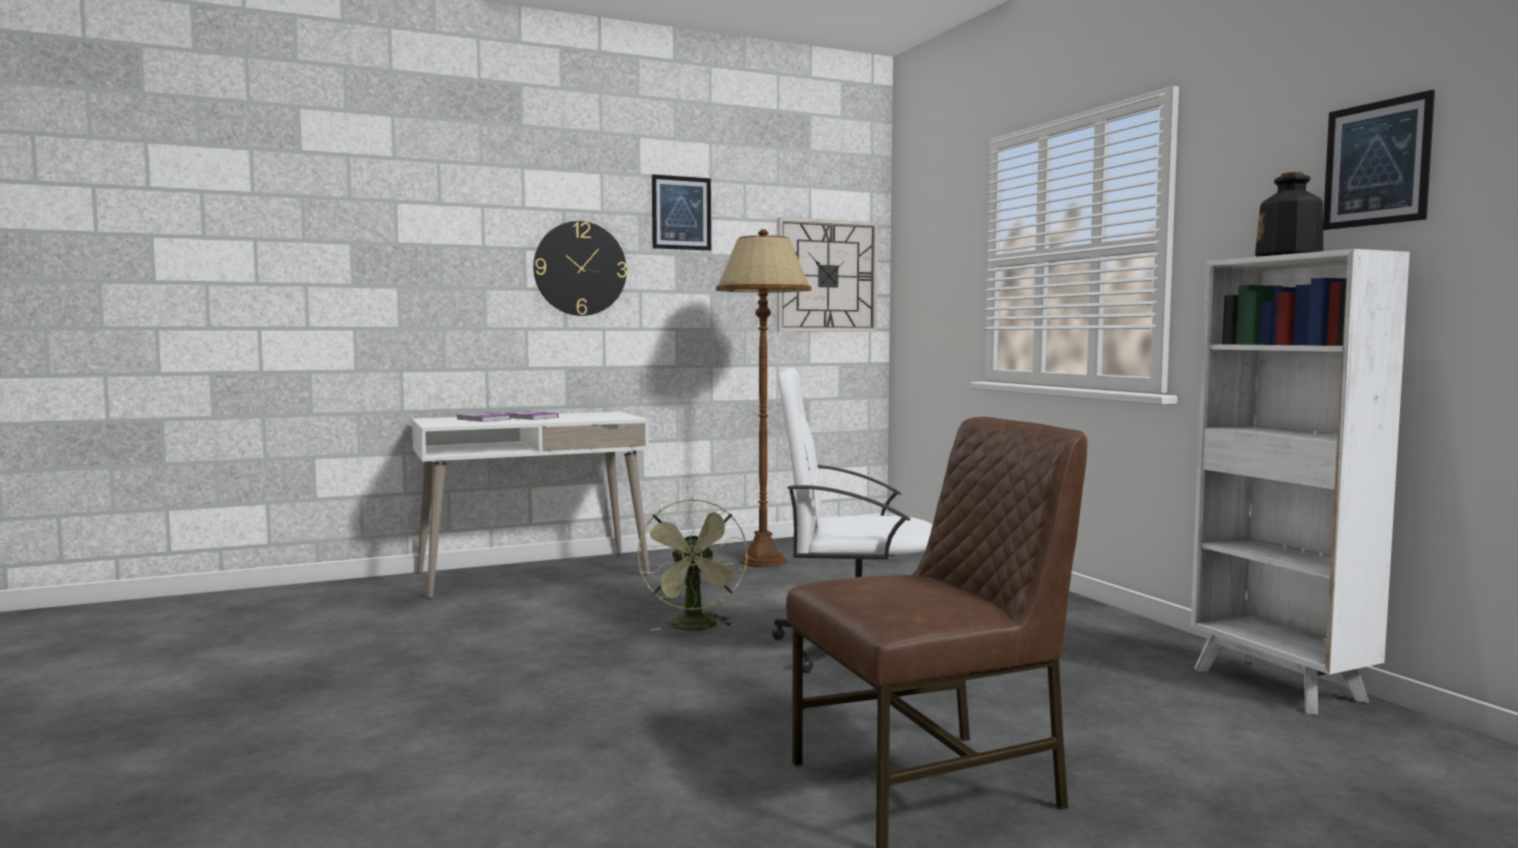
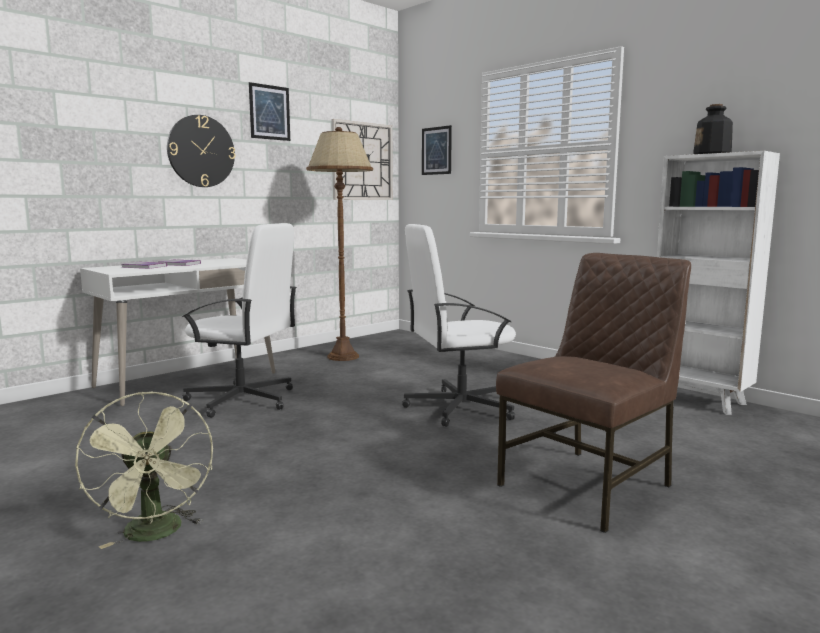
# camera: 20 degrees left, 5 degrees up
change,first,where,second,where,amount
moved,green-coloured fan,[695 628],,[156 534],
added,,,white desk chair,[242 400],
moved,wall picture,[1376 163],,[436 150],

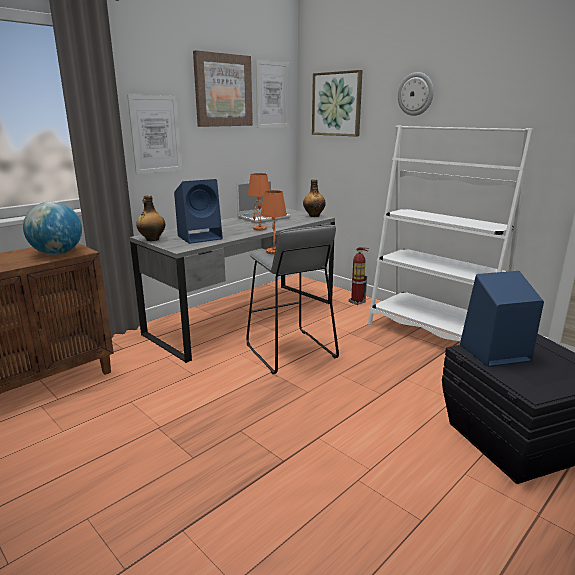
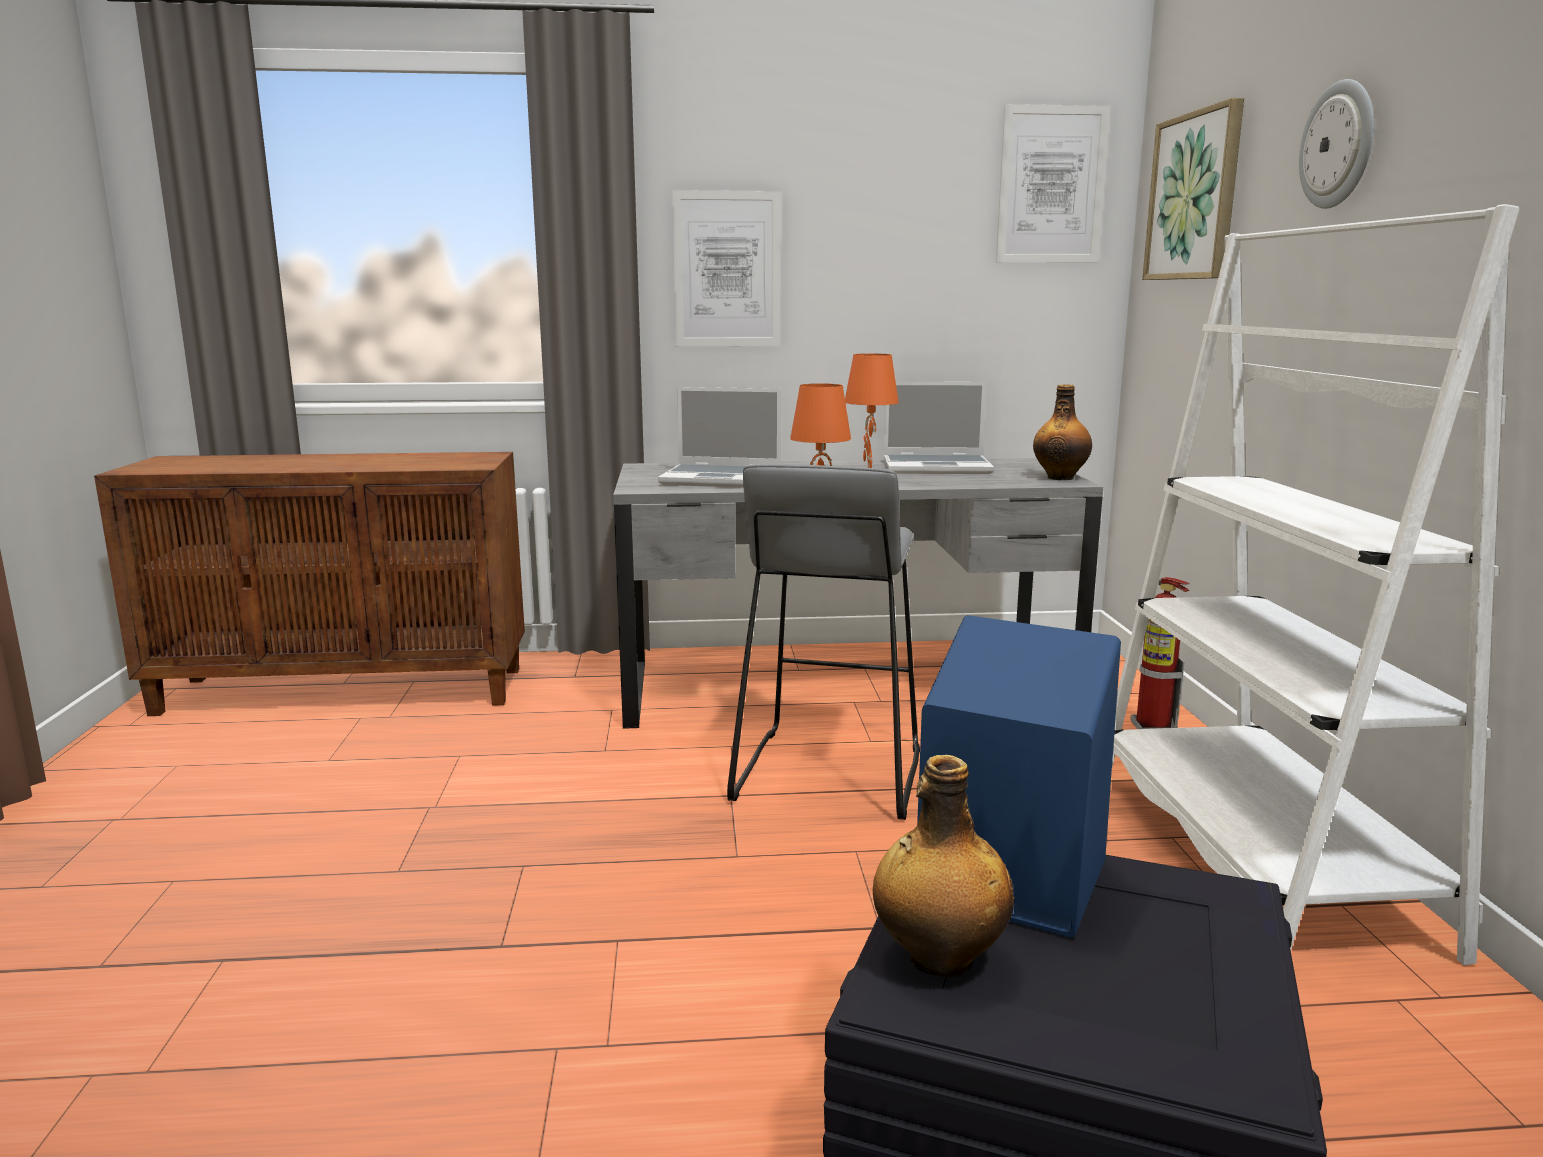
# camera: 40 degrees right, 5 degrees down
change,first,where,second,where,amount
replaced,blue-coloured audio speaker,[201 237],notebook computer,[723 479],
moved,drink bottle,[152 239],,[938 959],
removed,globe,[57 253],,,
removed,wall picture,[223 90],,,

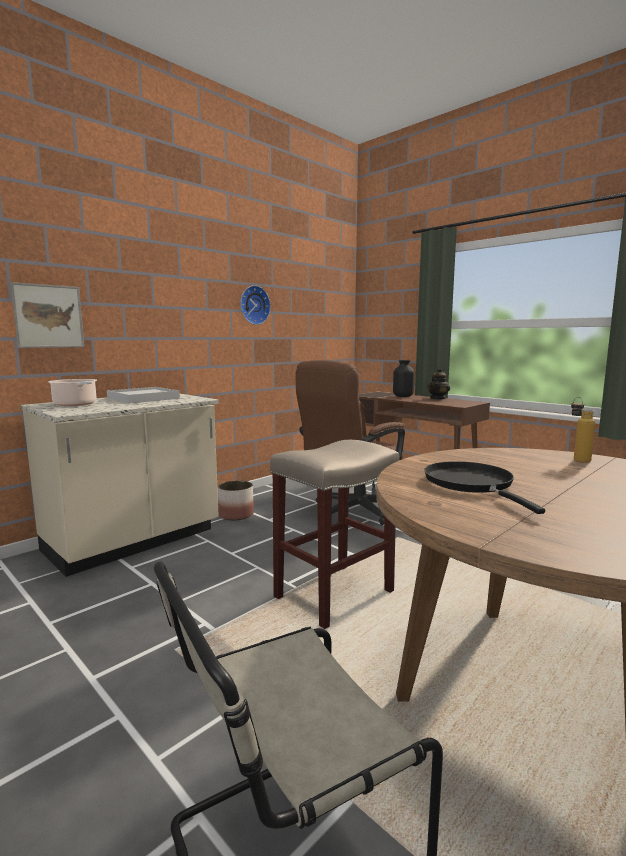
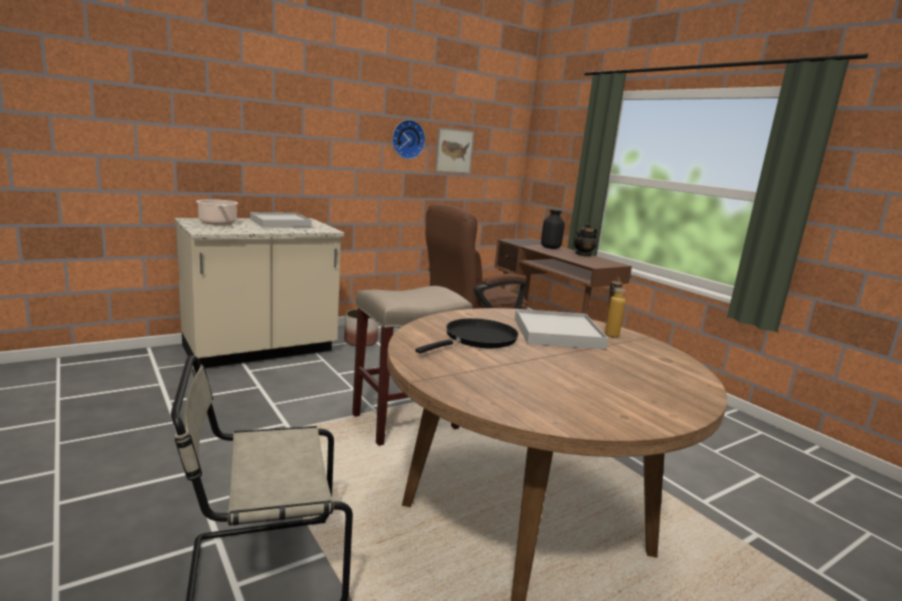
# camera: 10 degrees right, 5 degrees up
change,first,where,second,where,amount
turned,black pan,[472 484],,[477 339],45 degrees clockwise
moved,wall picture,[48 316],,[454 151],
added,,,white carrying tray,[557 333],

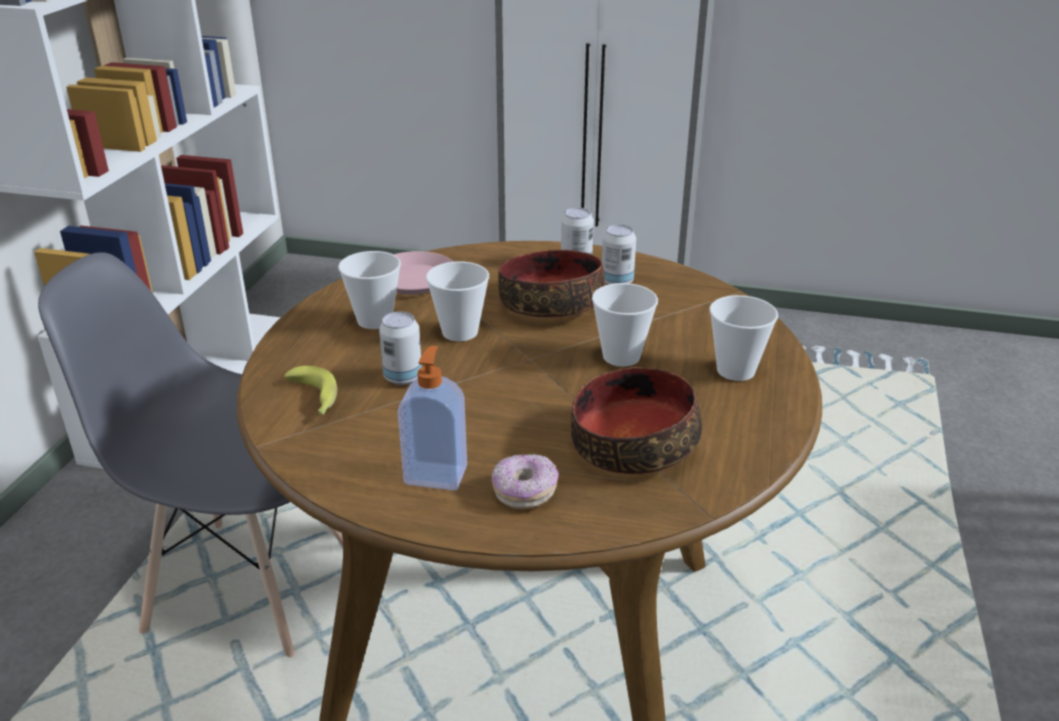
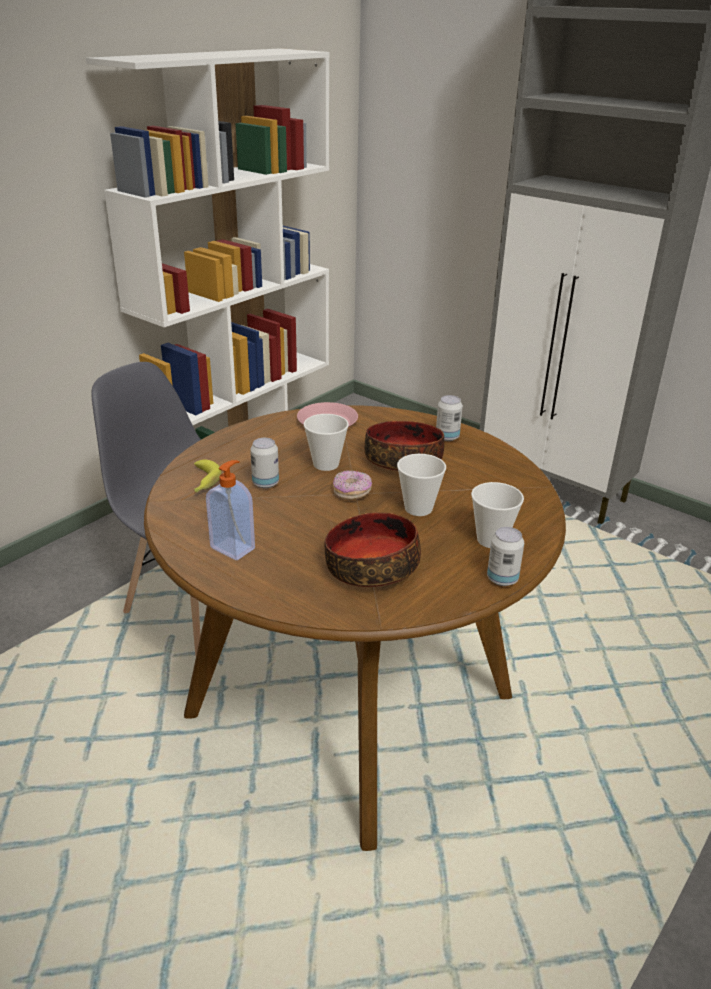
# camera: 25 degrees right, 0 degrees up
change,first,where,second,where,amount
moved,ring doughnut,[524 492],,[352 493],
moved,metal can,[617 282],,[502 579],
removed,small cup,[375 320],,,

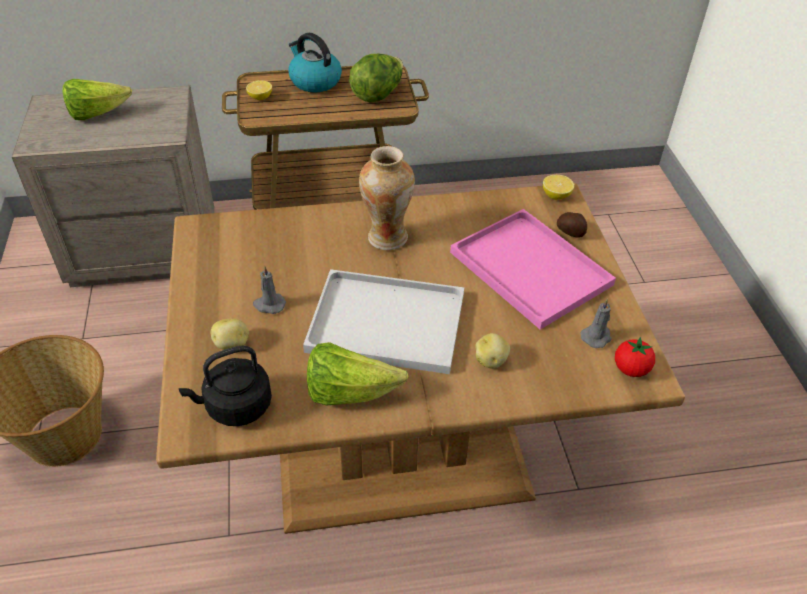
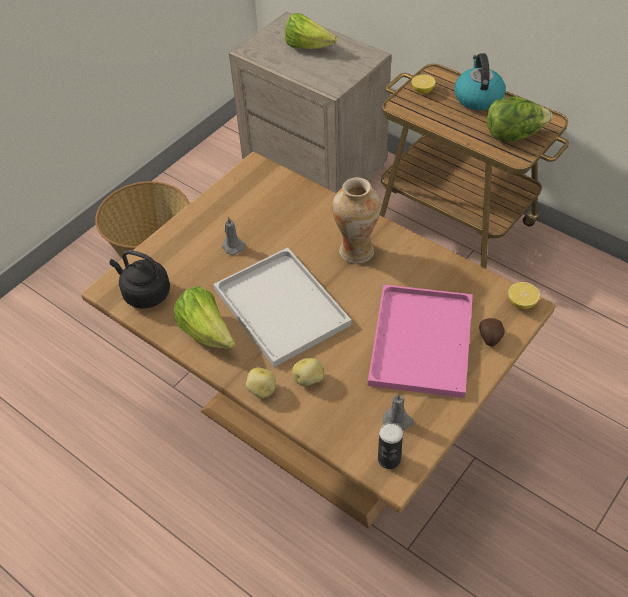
# camera: 50 degrees right, 5 degrees up
change,first,where,second,where,amount
moved,whole potato,[232 344],,[261 390],
replaced,whole tomato,[631 369],metal can,[389 459],

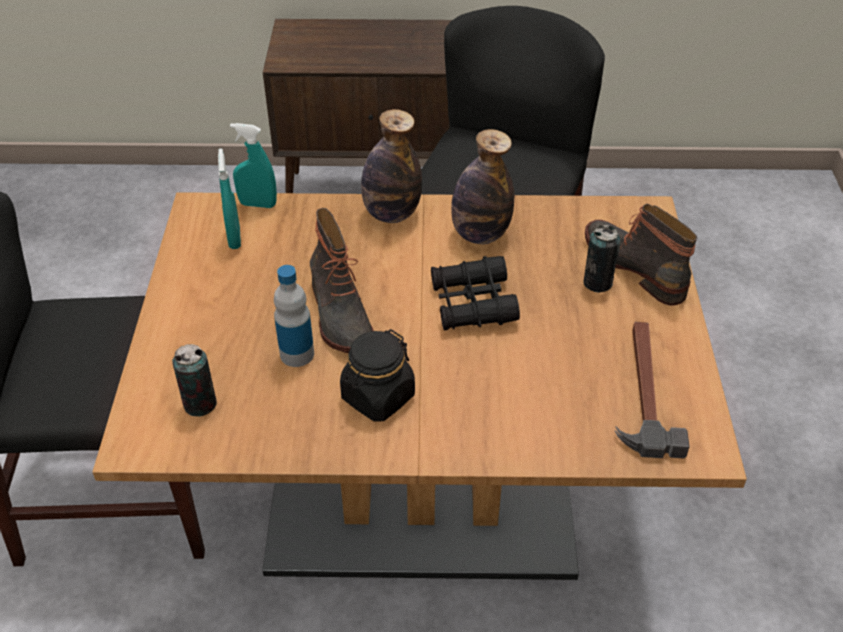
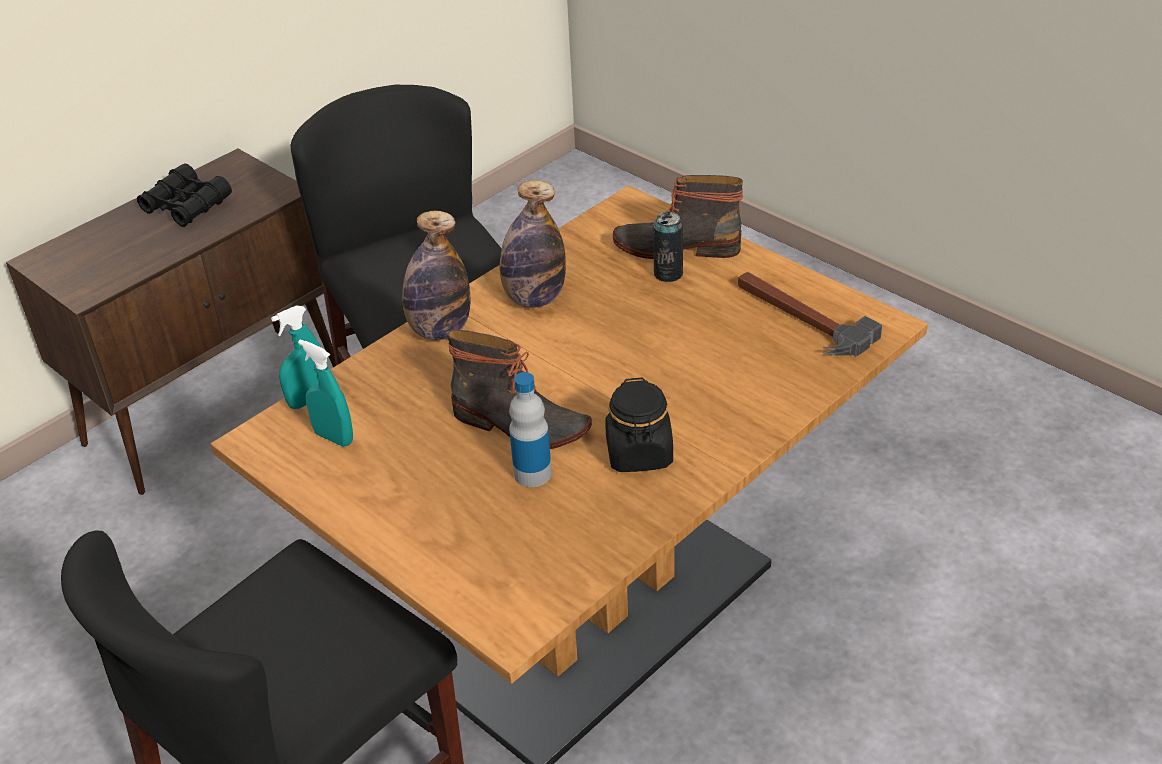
# camera: 45 degrees left, 5 degrees down
change,first,where,second,where,amount
moved,black pair of binoculars,[472 303],,[186 205],
removed,metal can,[200 404],,,

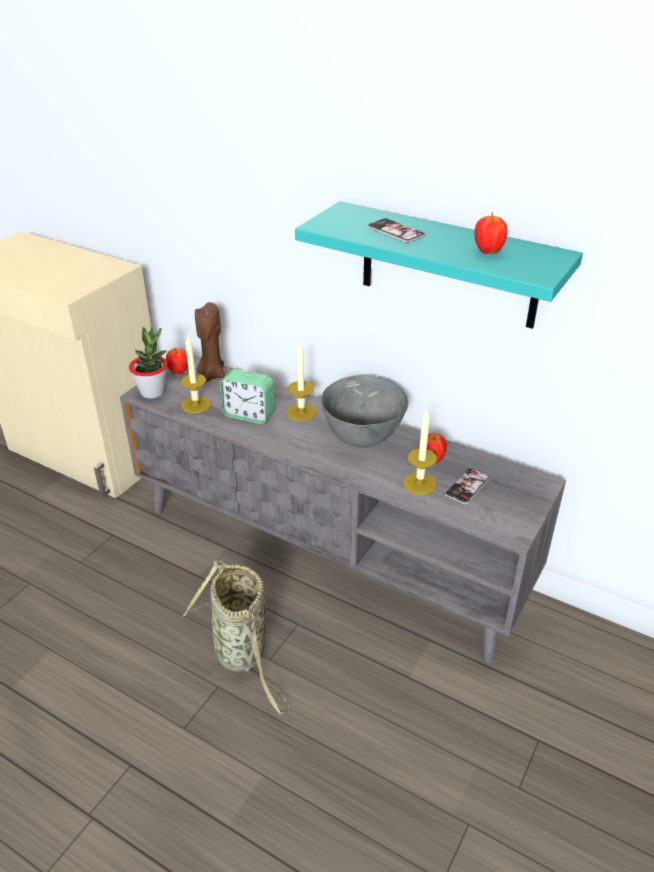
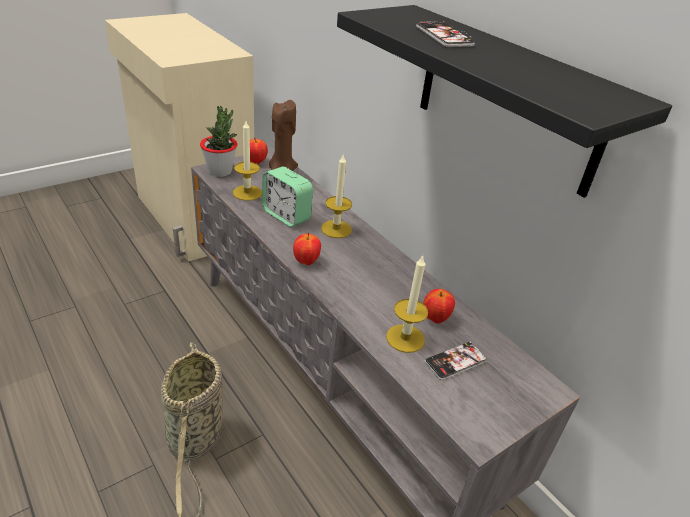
# camera: 20 degrees right, 0 degrees up
change,first,where,second,where,amount
moved,whole apple,[488 251],,[306 261],
recoloured,blue-green bracket shelf,[448 266],black bracket shelf,[507 98],
removed,gray bowl,[362 437],,,

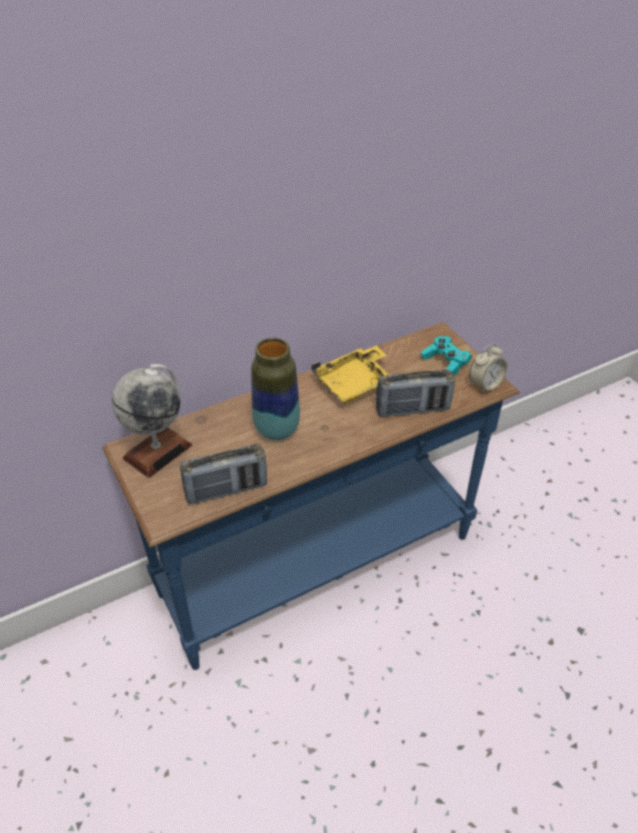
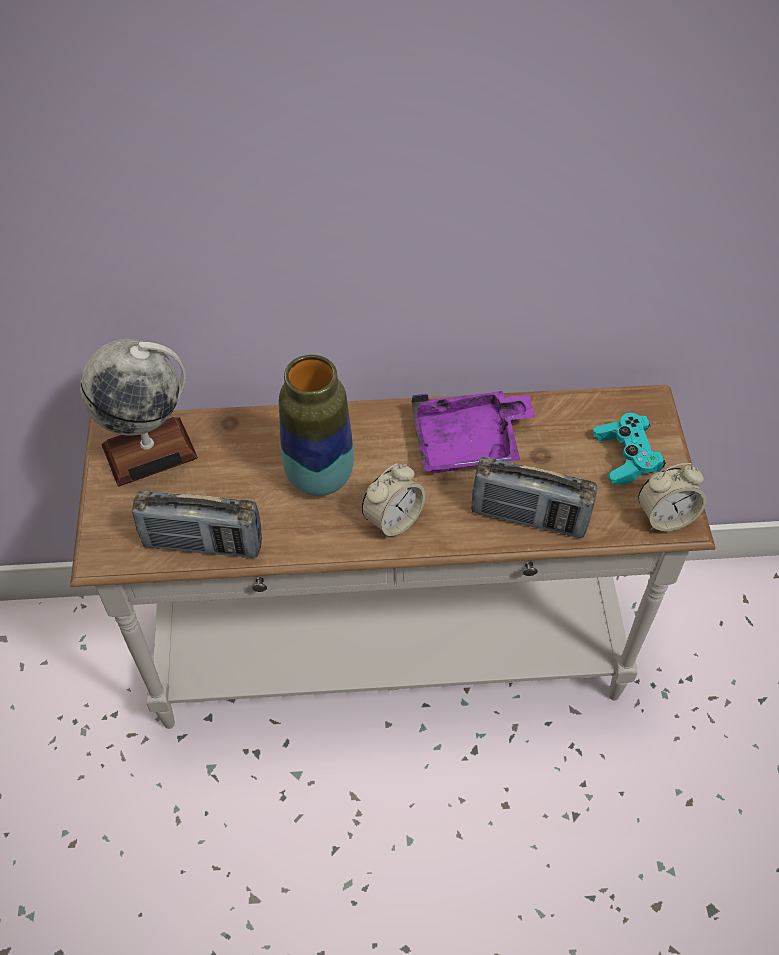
# camera: 25 degrees right, 10 degrees up
change,first,where,second,where,amount
recoloured,blue-coloured narrow table,[319 567],white narrow table,[389 657],
added,,,table clock,[393 520],
recoloured,yellowish carrying tray,[354 383],purple carrying tray,[469 443],

